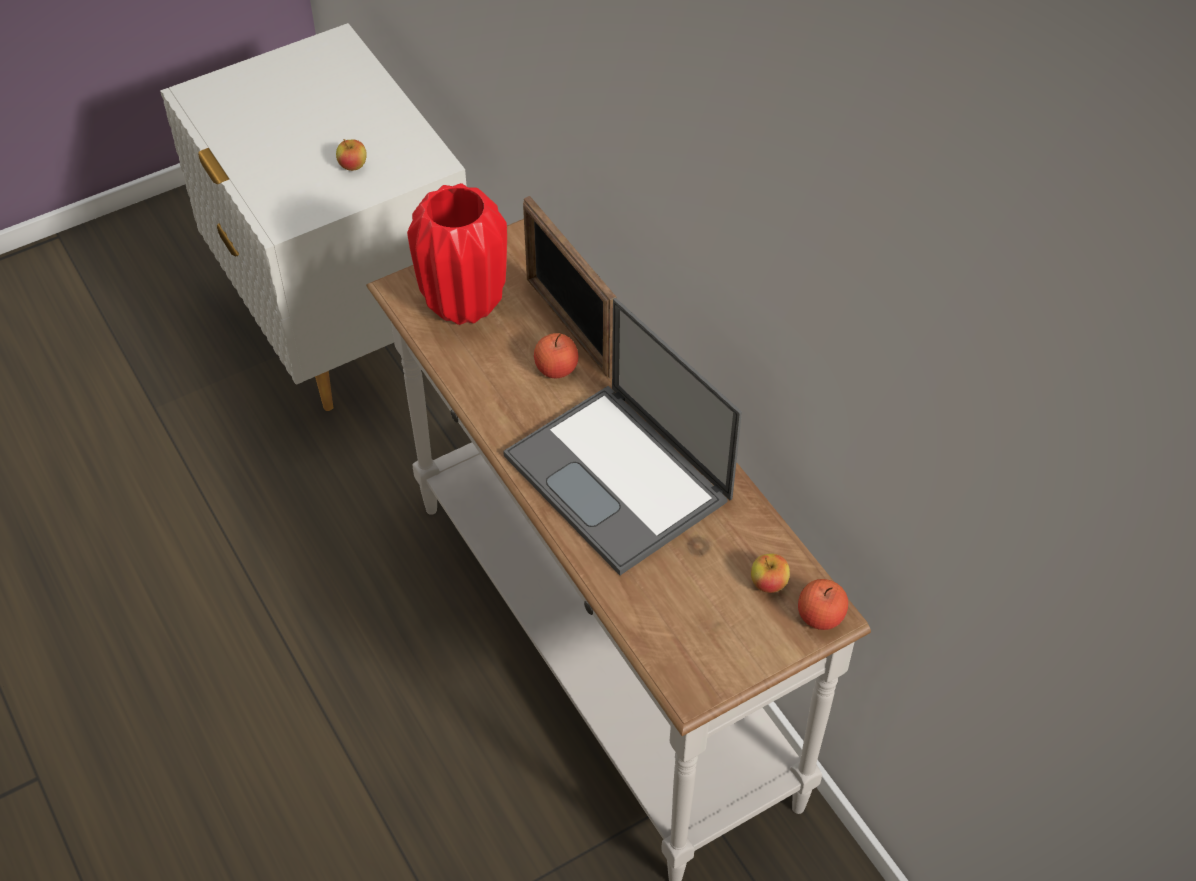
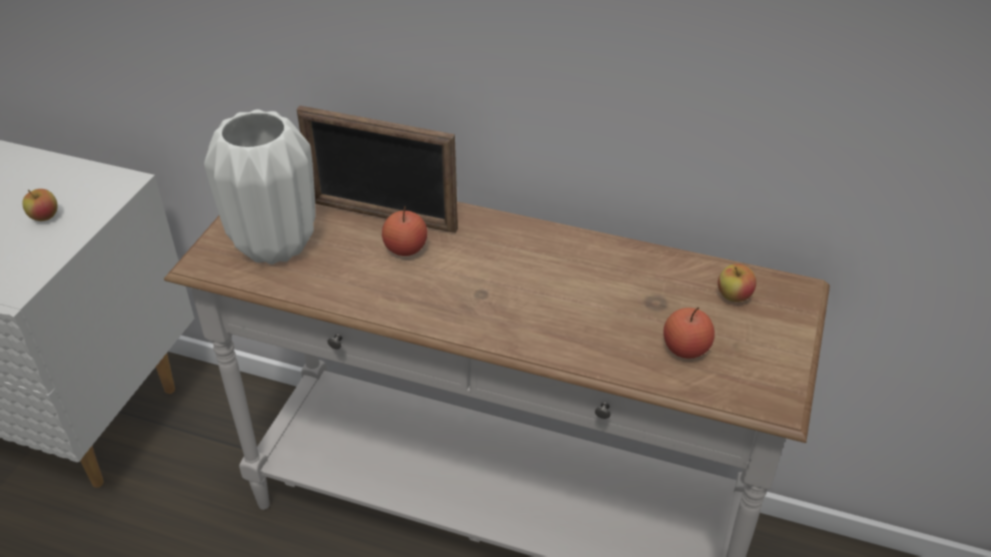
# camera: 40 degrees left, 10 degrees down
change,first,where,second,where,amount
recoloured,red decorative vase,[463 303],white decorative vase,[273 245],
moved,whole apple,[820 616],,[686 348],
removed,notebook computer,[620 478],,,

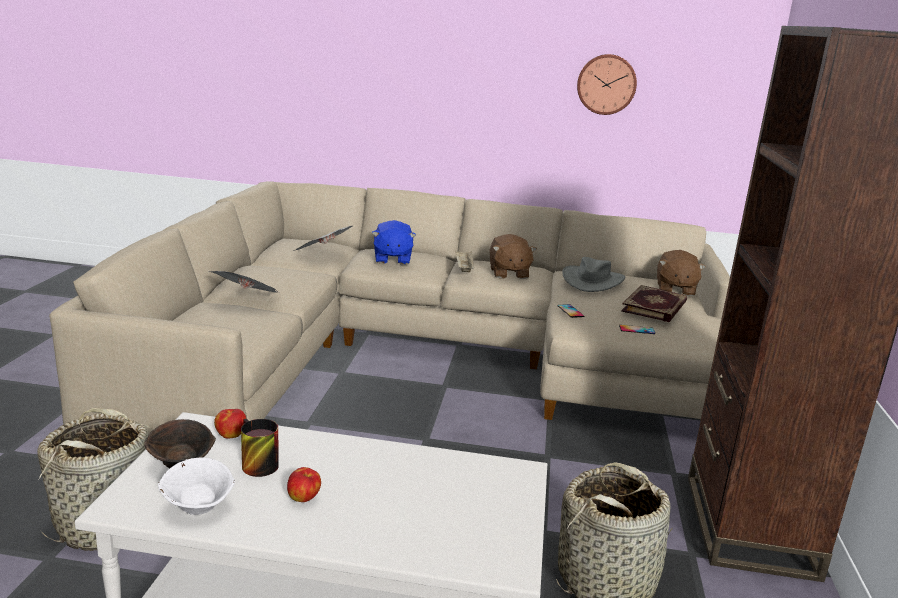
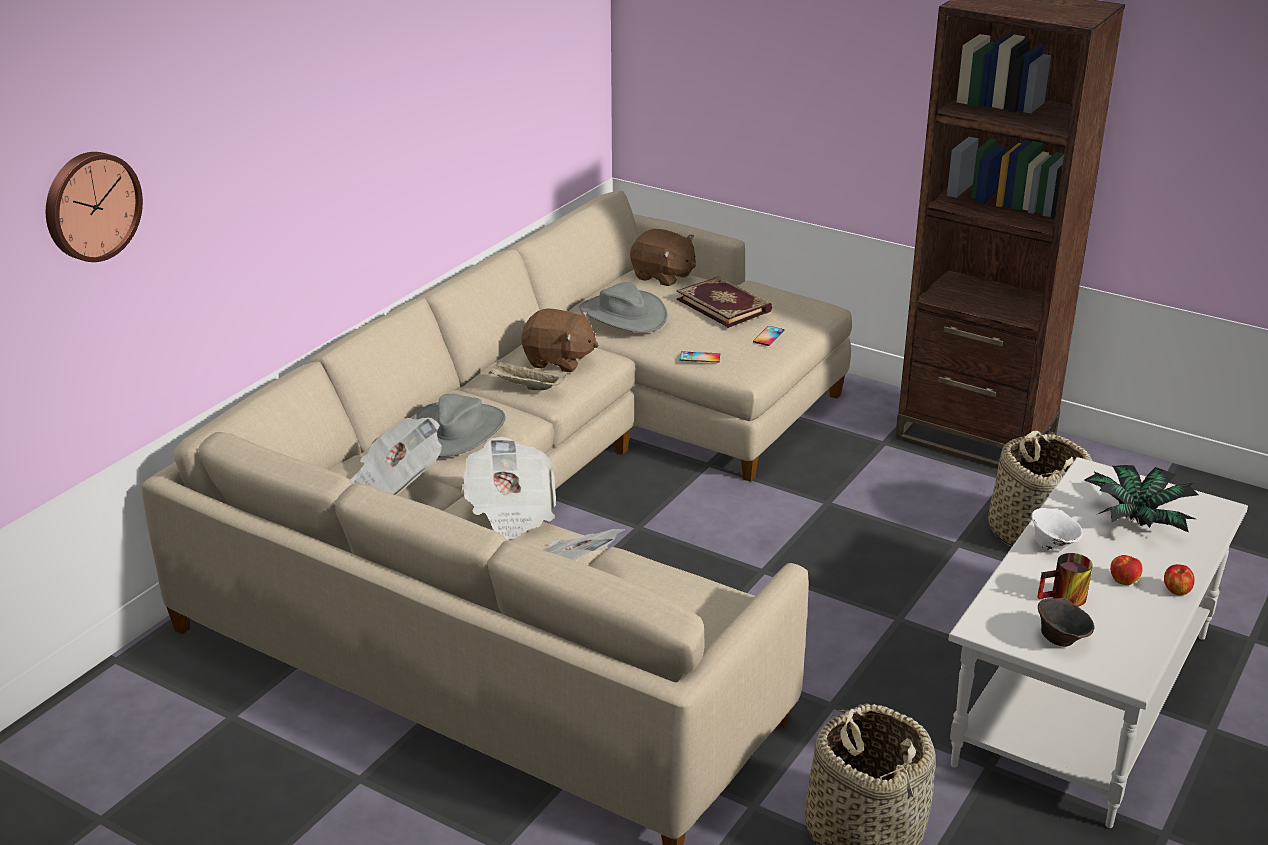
# camera: 65 degrees left, 10 degrees up
change,first,where,second,where,amount
moved,wall clock,[606 84],,[90 205],
replaced,blue-coloured cuddly toy,[392 259],gray wearable hat,[458 430],
added,,,daily paper,[510 511],
moved,white bowl,[199 508],,[1053 545],
added,,,houseplant,[1136 520],
moved,whole apple,[231 435],,[1176 591],

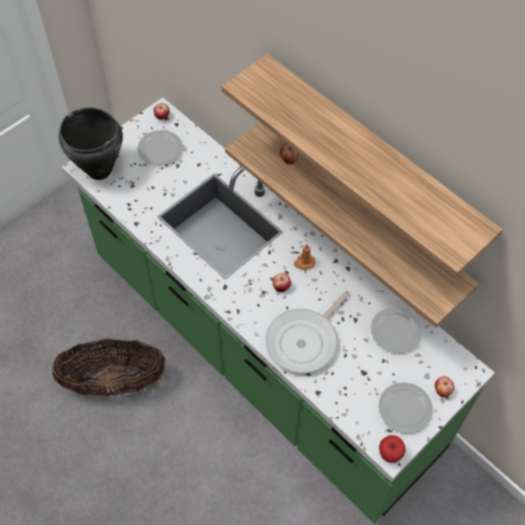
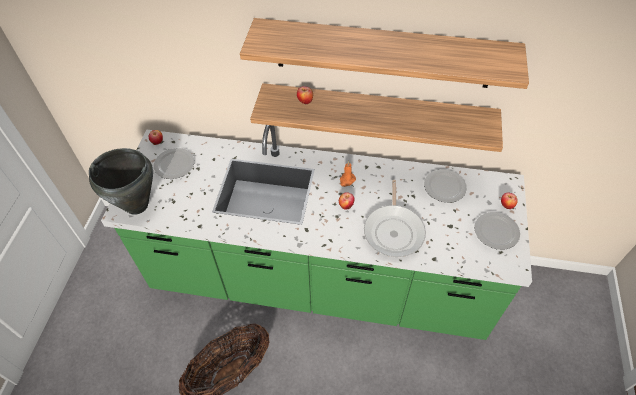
# camera: 35 degrees left, 5 degrees down
change,first,where,second,where,amount
removed,whole apple,[389 454],,,

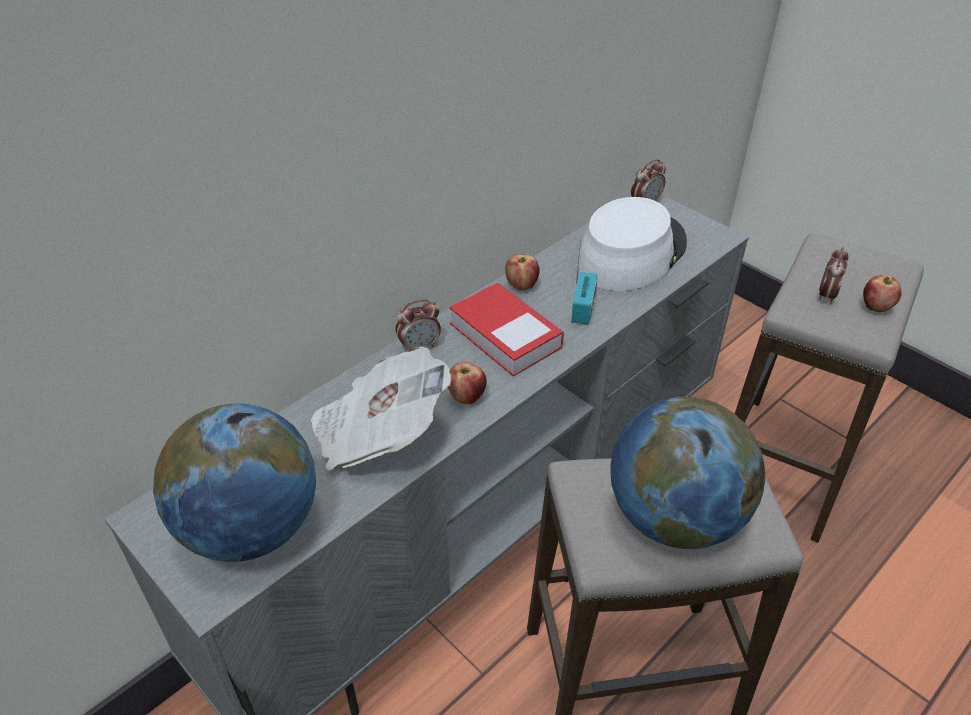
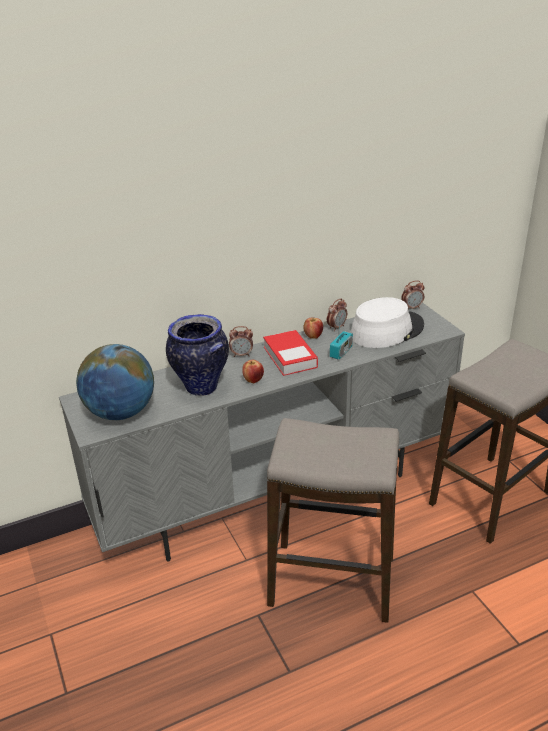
# camera: 20 degrees right, 10 degrees down
change,first,where,second,where,amount
replaced,daily paper,[379 433],decorative vase,[200 387],
moved,table clock,[826 295],,[336 327],
removed,globe,[674 517],,,
removed,whole apple,[876 307],,,

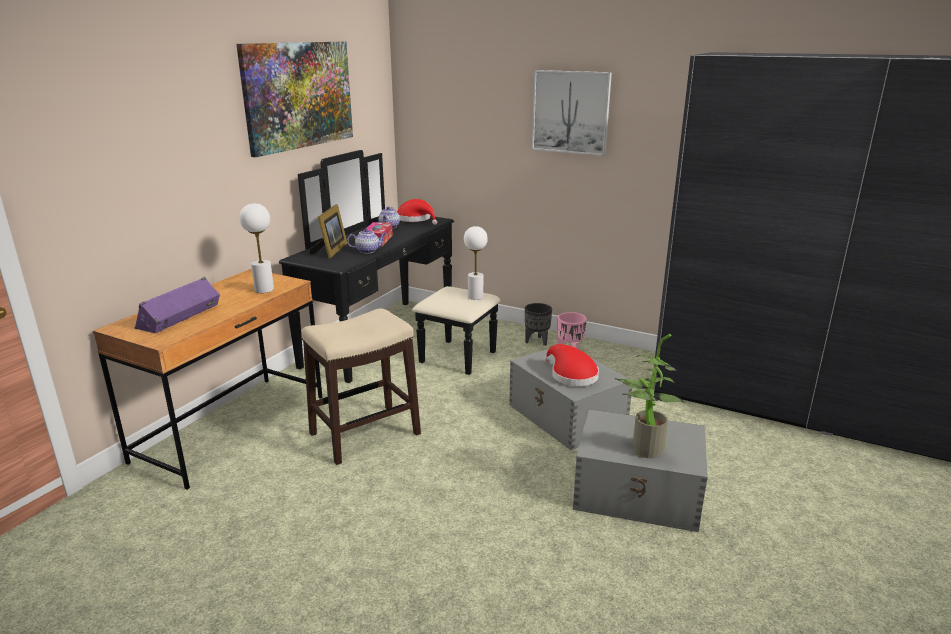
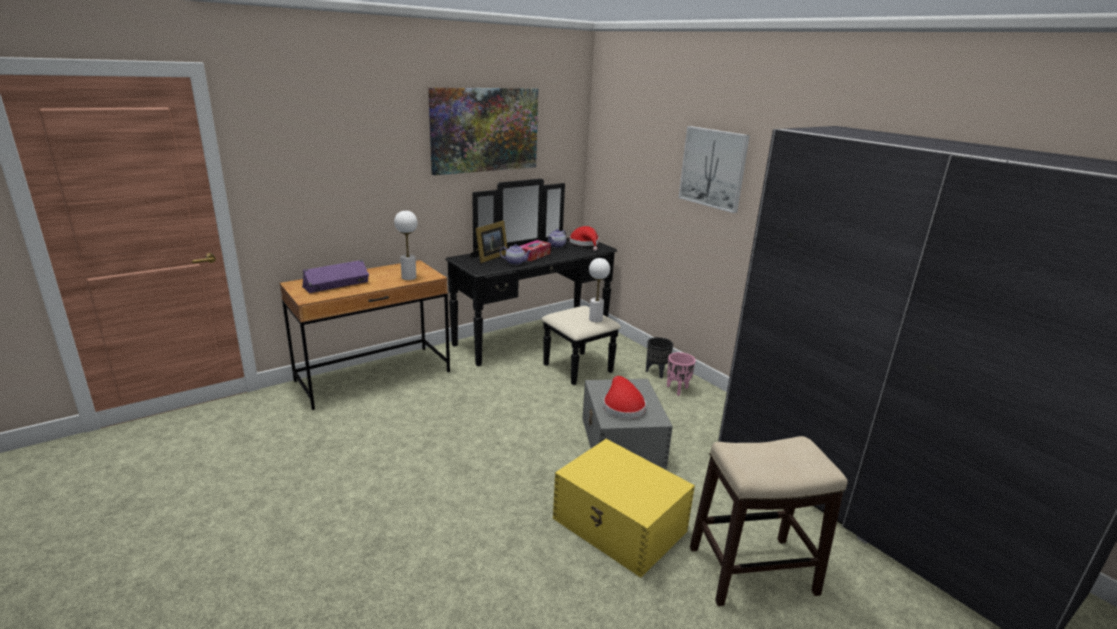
# camera: 25 degrees right, 0 degrees up
change,first,where,second,where,amount
recoloured,gray storage box,[638 493],yellowish storage box,[620 526],
moved,stool seat,[364 434],,[751 570],
removed,houseplant,[643 450],,,

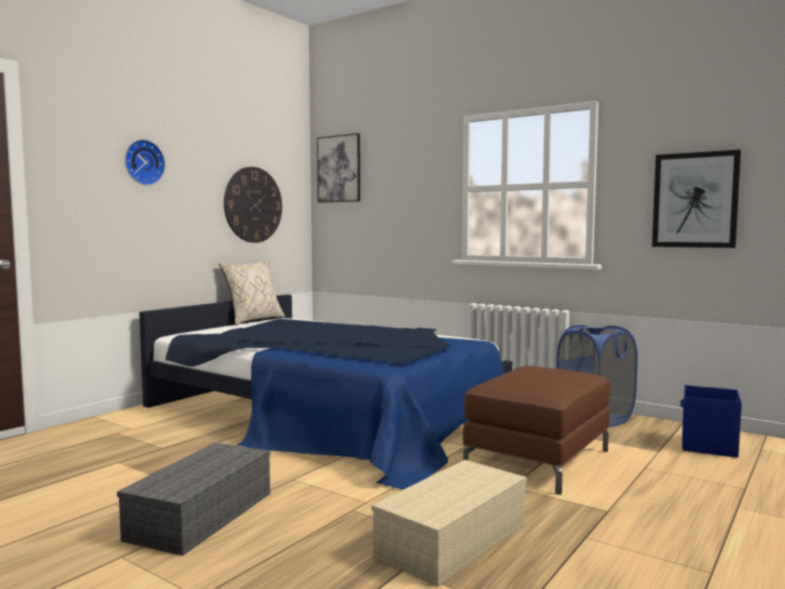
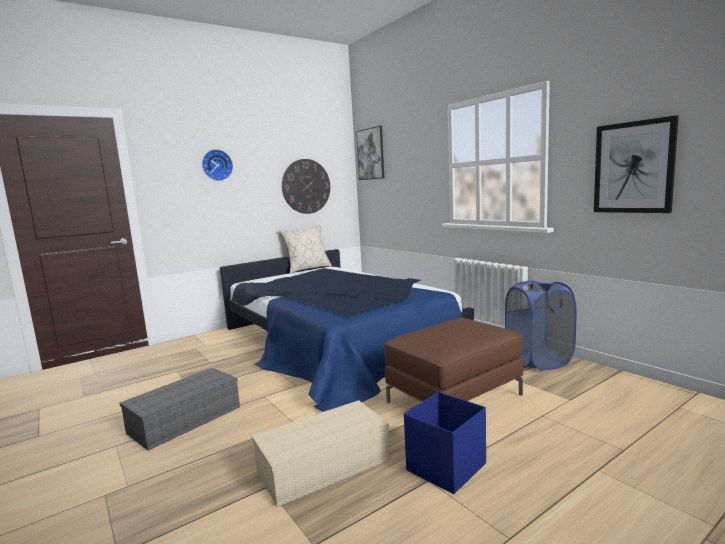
# camera: 20 degrees right, 5 degrees up
change,first,where,second,where,amount
moved,blue-coloured storage box,[708 446],,[445 468],

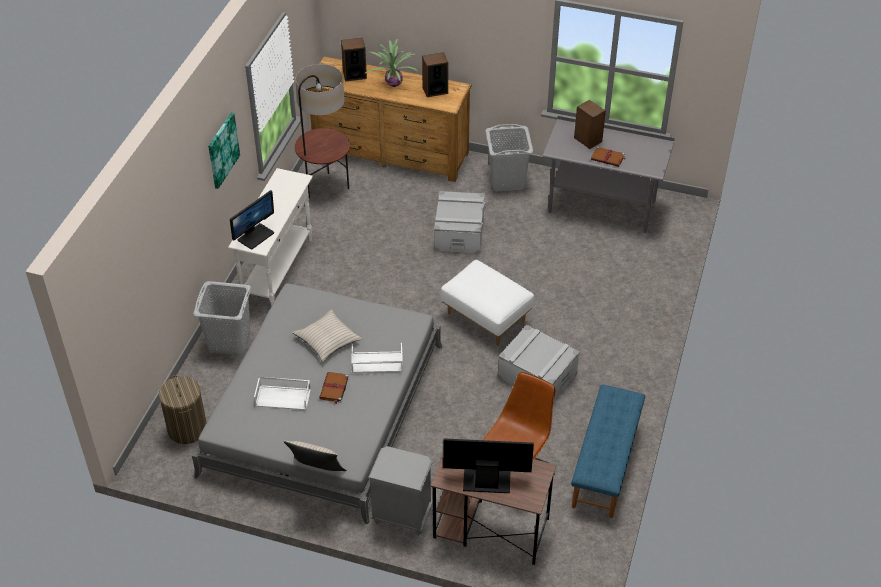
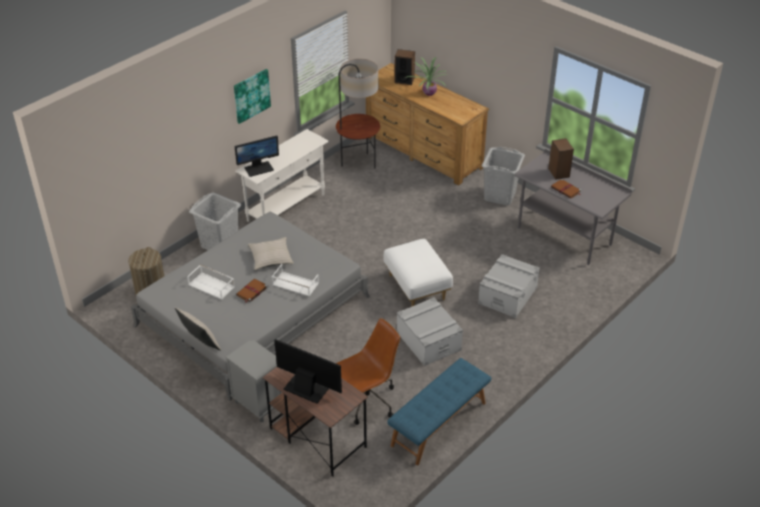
# camera: 25 degrees right, 5 degrees down
change,first,where,second,where,amount
moved,gray storage box,[459 233],,[507 295],
removed,audio speaker,[435 90],,,

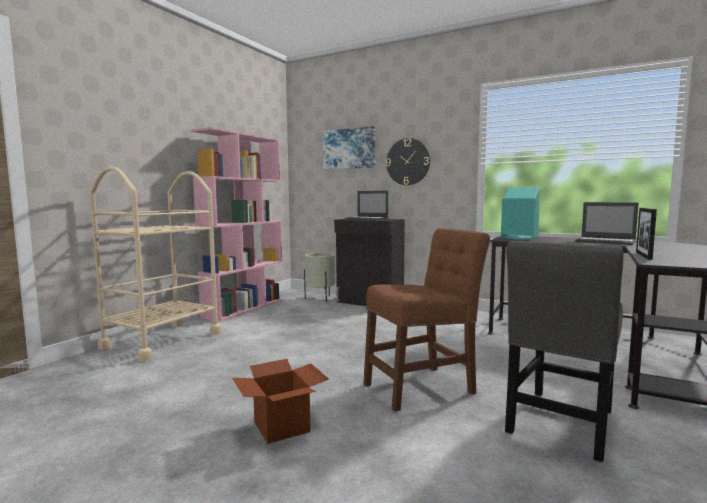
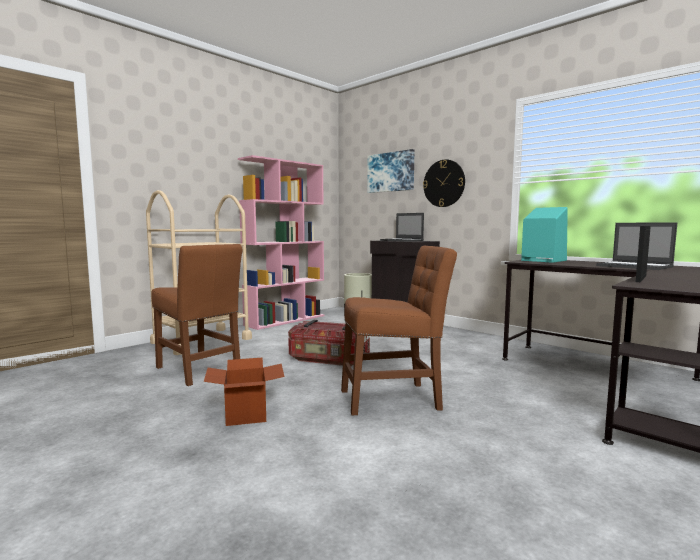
# camera: 15 degrees right, 0 degrees up
change,first,where,second,where,amount
added,,,brownish chair,[199 370],
added,,,storage box,[328 360],
removed,gray chair,[560 425],,,

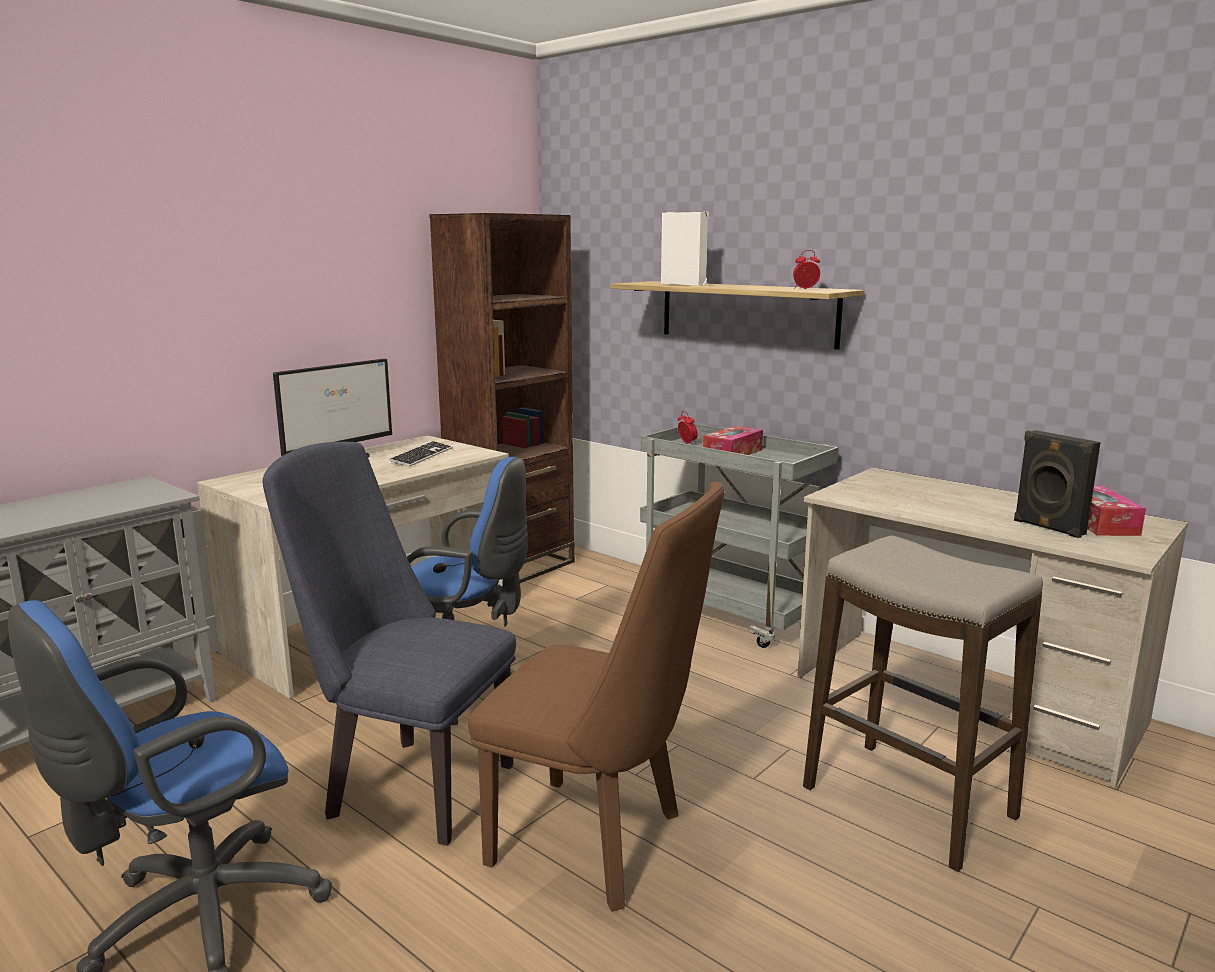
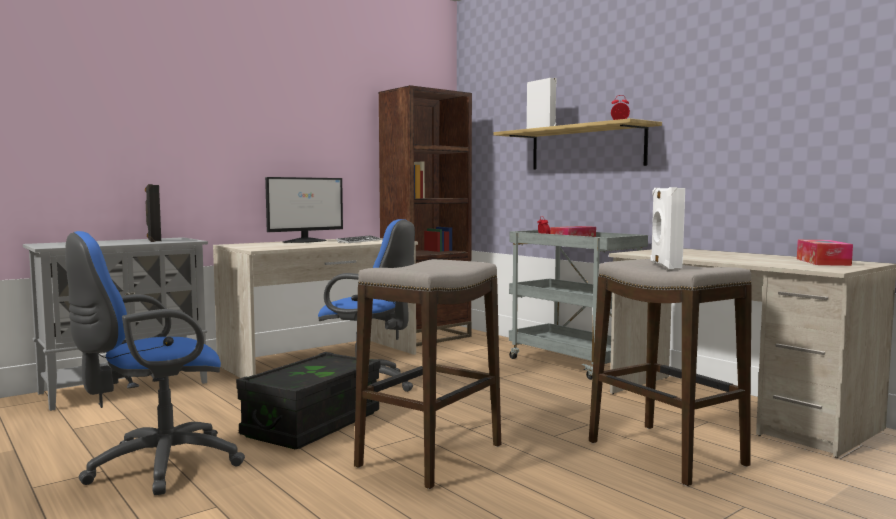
# camera: 10 degrees right, 10 degrees down
change,first,where,second,where,amount
moved,black audio speaker,[1047 528],,[154 240],
replaced,blue-coloured chair,[408 786],black storage box,[313 424],
replaced,brownish chair,[601 843],stool seat,[431 456],
added,,,white audio speaker,[664 265],

